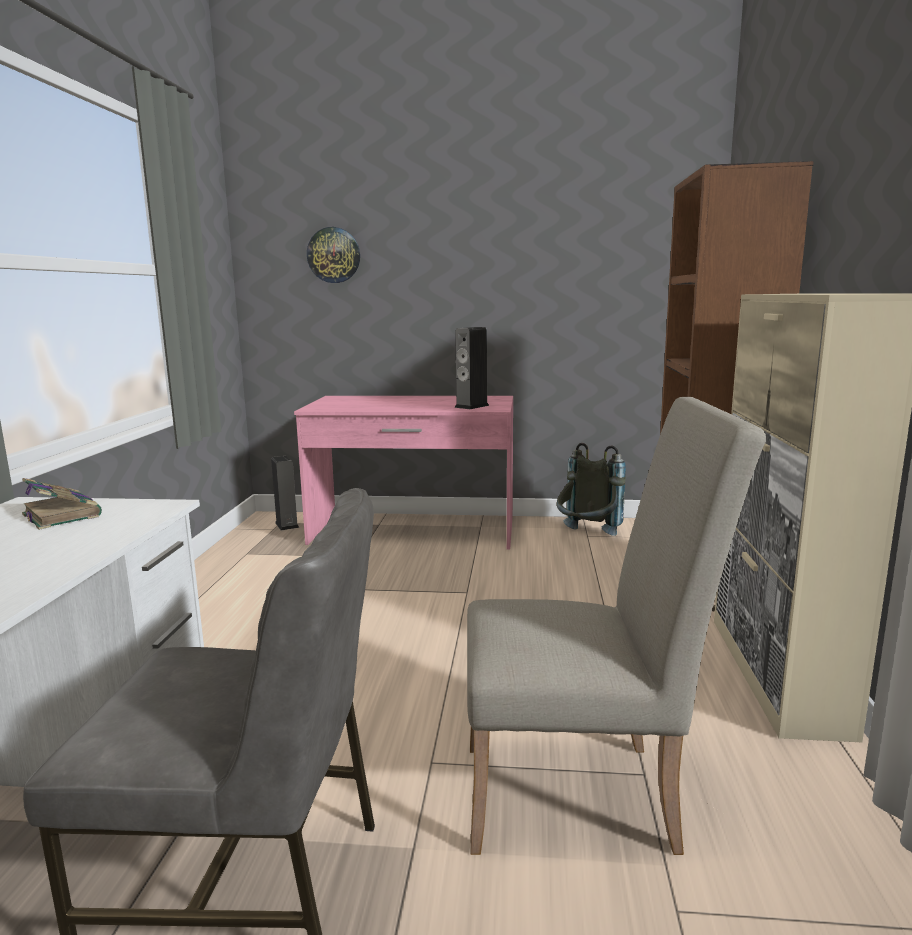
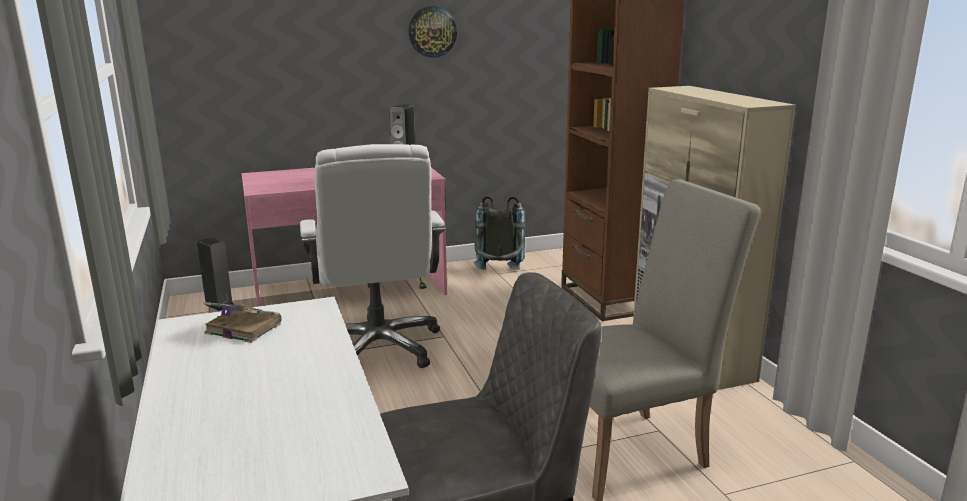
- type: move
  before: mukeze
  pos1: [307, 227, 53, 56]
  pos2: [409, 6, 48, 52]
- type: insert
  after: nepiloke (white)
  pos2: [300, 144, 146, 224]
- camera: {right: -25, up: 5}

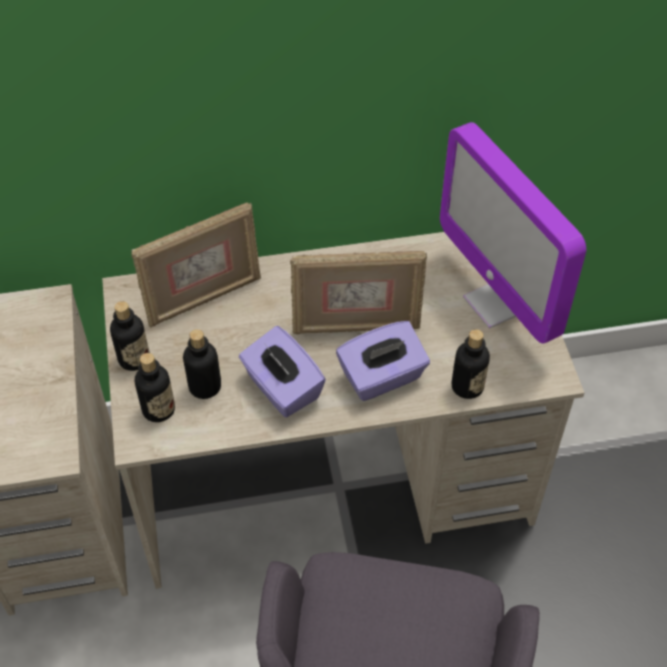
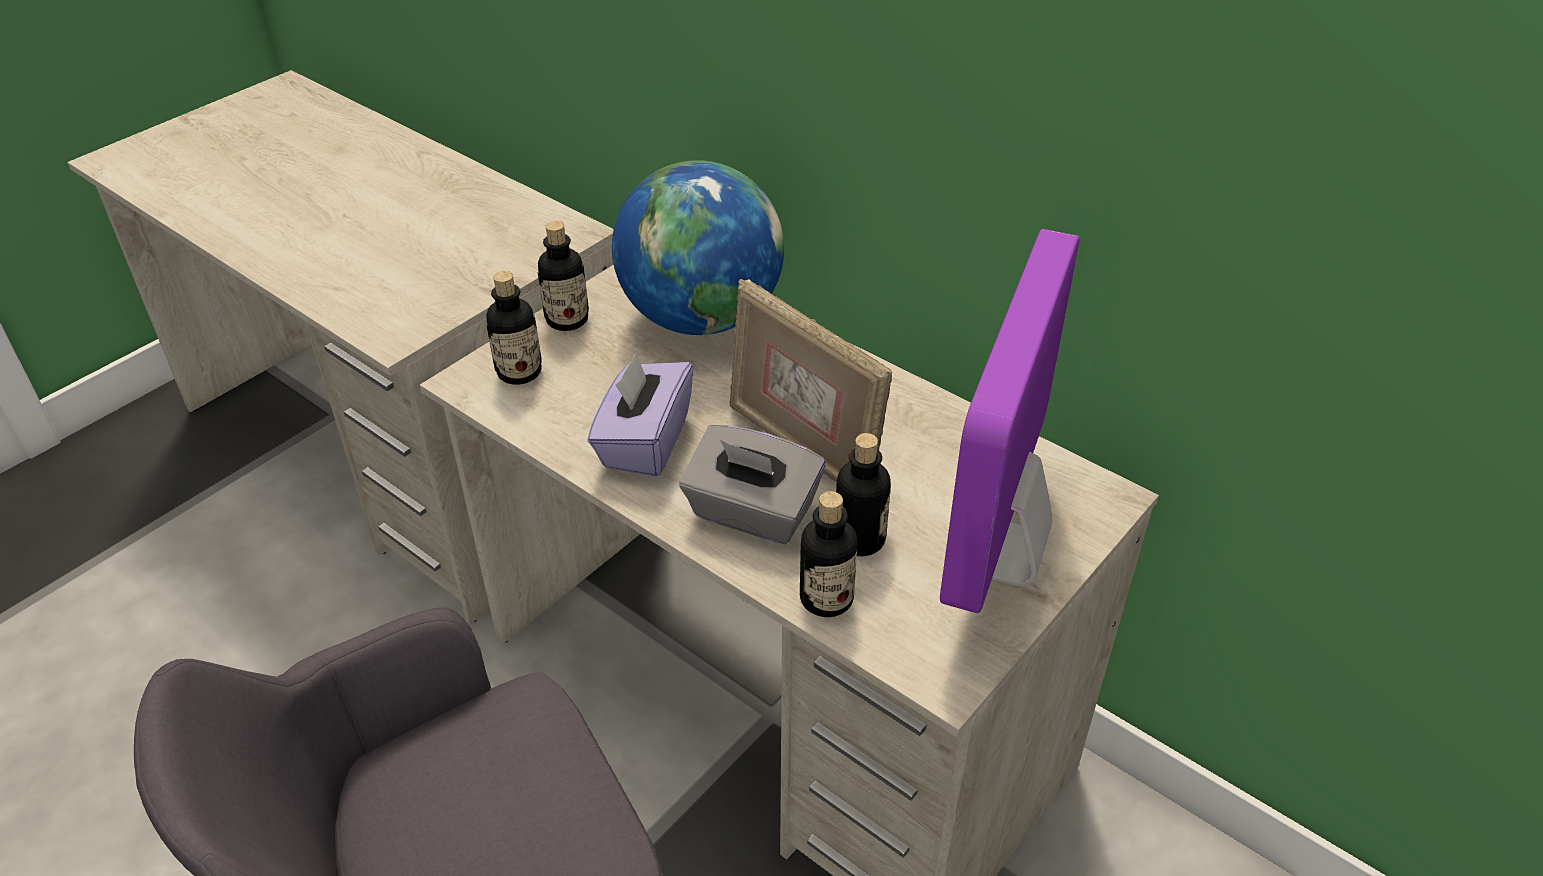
- type: replace
  before: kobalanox
  after: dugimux
  pos1: [131, 203, 130, 124]
  pos2: [612, 160, 172, 175]
- type: recolor
  before: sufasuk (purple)
  after: sufasuk (grey)
  pos1: [336, 321, 94, 80]
  pos2: [679, 425, 146, 119]
- type: move
  before: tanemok
  pos1: [183, 329, 39, 70]
  pos2: [836, 433, 55, 123]
- camera: {right: 50, up: -10}

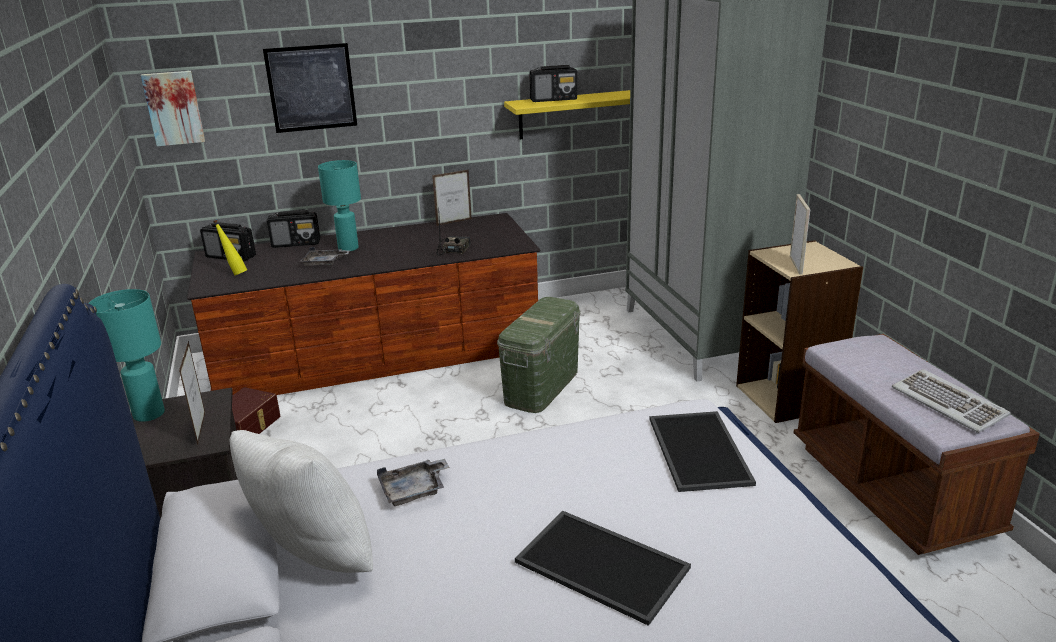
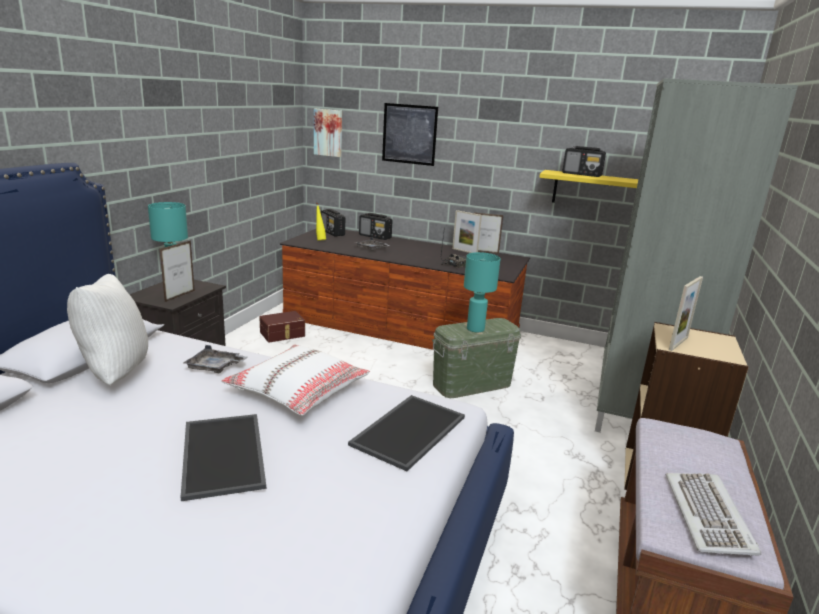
- type: move
  before: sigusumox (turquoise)
  pos1: [318, 160, 43, 91]
  pos2: [464, 252, 36, 81]
- type: insert
  after: kobalanox
  pos2: [452, 210, 30, 43]
- type: insert
  after: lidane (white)
  pos2: [221, 345, 149, 71]
- camera: {right: 35, up: -5}

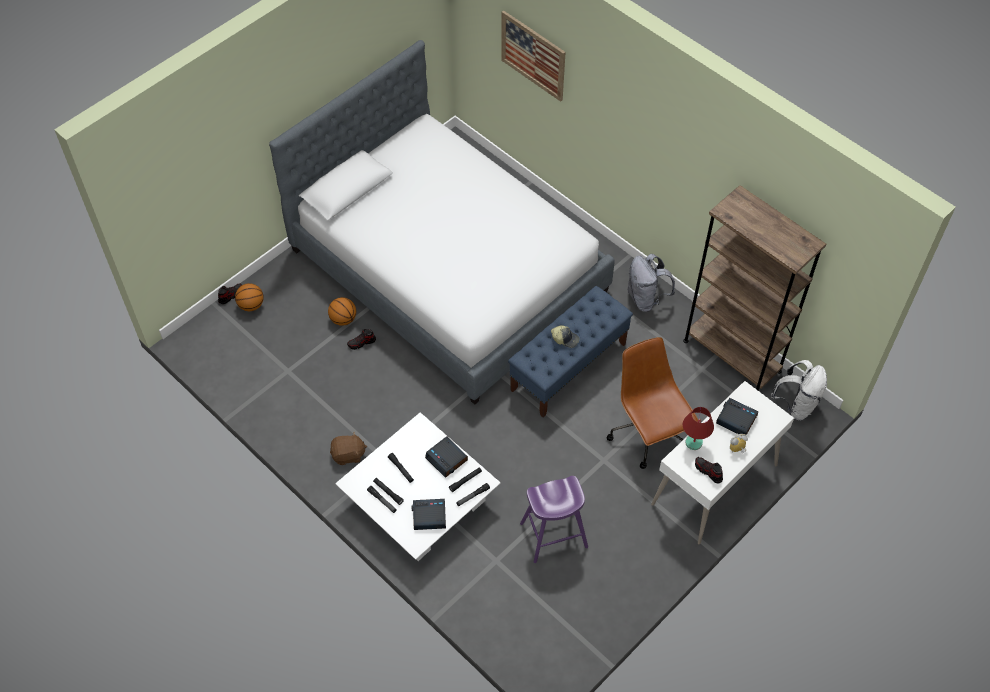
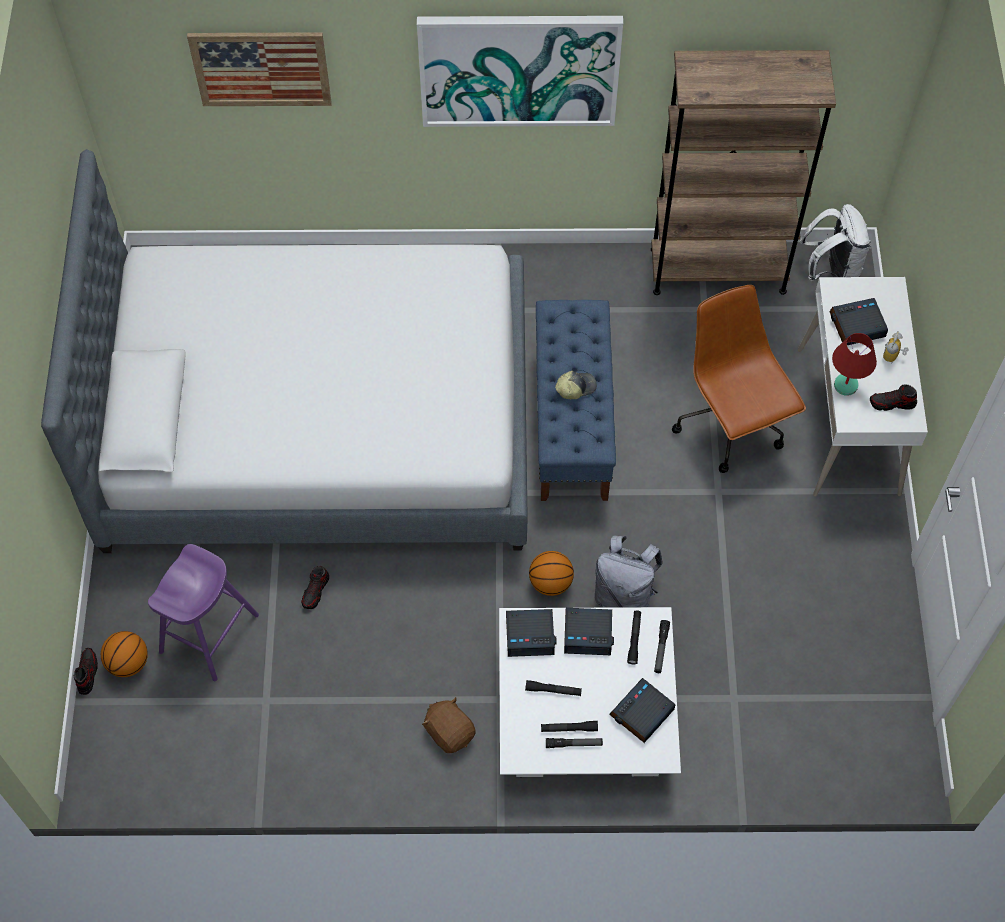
- type: move
  before: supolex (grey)
  pos1: [627, 254, 48, 58]
  pos2: [595, 535, 68, 73]
- type: move
  before: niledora
  pos1: [328, 297, 28, 29]
  pos2: [529, 551, 45, 45]
- type: rotate
  before: nepiloke (brown)
  pos1: [607, 337, 91, 132]
  pos2: [672, 285, 134, 188]
  turn: 45
- type: rotate
  before: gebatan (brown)
  pos1: [330, 431, 37, 34]
  pos2: [422, 697, 54, 56]
  turn: -75
- type: move
  before: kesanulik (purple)
  pos1: [520, 476, 68, 87]
  pos2: [148, 544, 111, 137]
- type: insert
  after: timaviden
  pos2: [417, 16, 206, 111]
- type: insert
  after: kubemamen
  pos2: [506, 609, 51, 48]
- camera: {right: -45, up: 5}

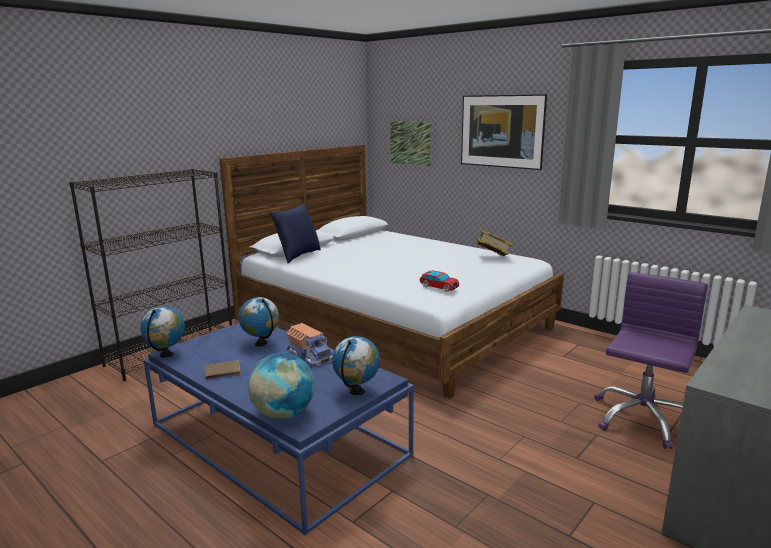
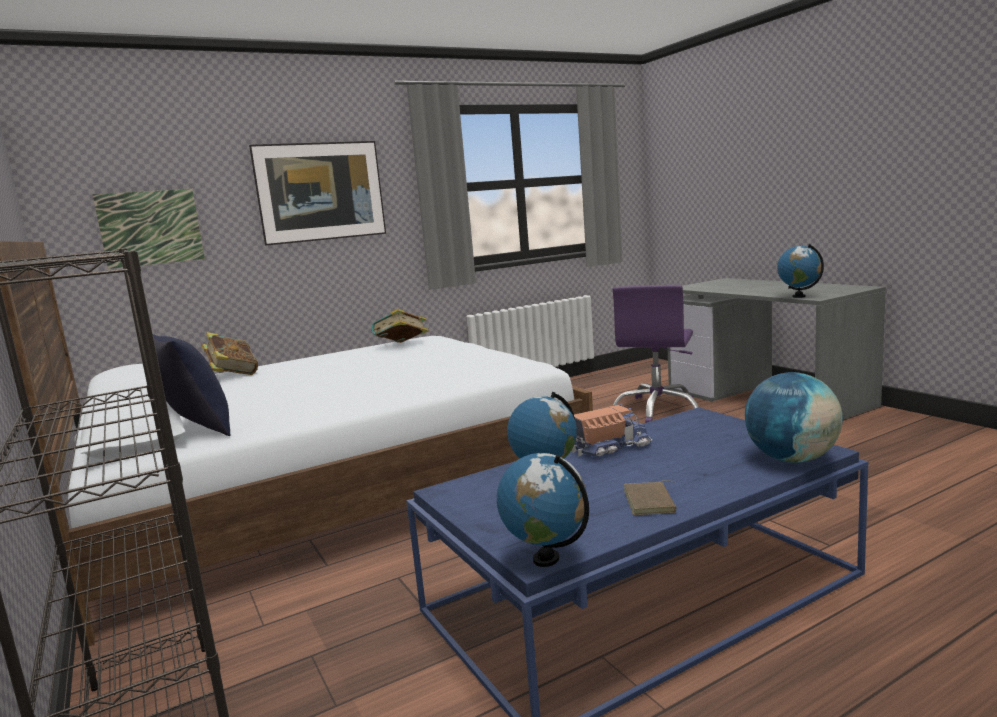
- type: delete
  before: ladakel
  pos1: [420, 271, 39, 21]
- type: rotate
  before: nepiloke (purple)
  pos1: [594, 272, 114, 177]
  pos2: [613, 285, 86, 138]
  turn: -120
- type: move
  before: dugimux
  pos1: [332, 336, 48, 59]
  pos2: [777, 244, 47, 54]
- type: insert
  after: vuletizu
  pos2: [202, 332, 56, 43]
- camera: {right: -70, up: -5}

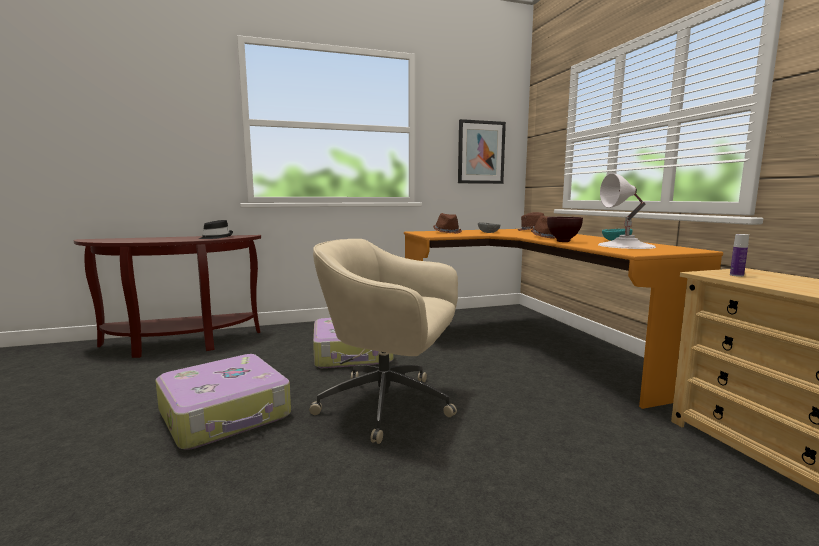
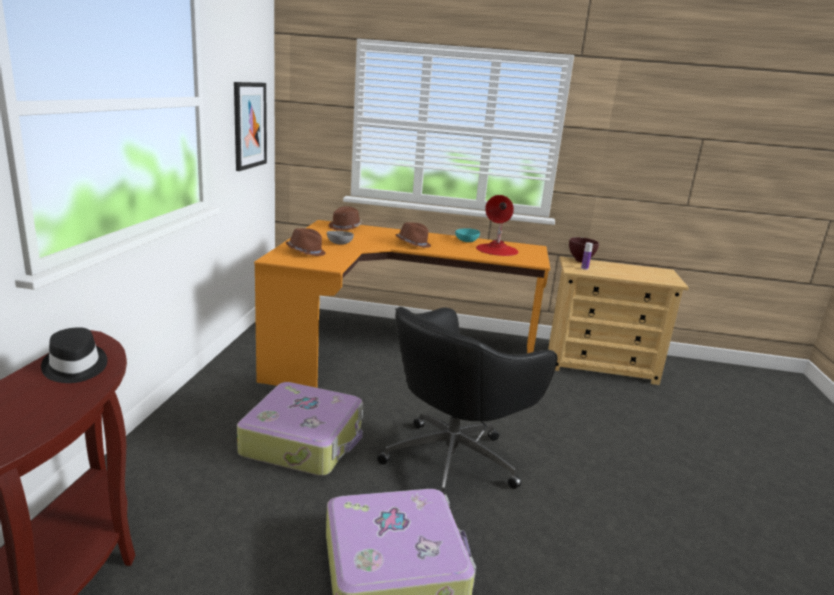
- type: recolor
  before: sigusumox (white)
  after: sigusumox (red)
  pos1: [598, 173, 58, 76]
  pos2: [476, 195, 43, 61]
- type: move
  before: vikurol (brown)
  pos1: [547, 217, 36, 25]
  pos2: [569, 237, 30, 25]
- type: recolor
  before: nepiloke (beige)
  after: nepiloke (black)
  pos1: [309, 239, 149, 205]
  pos2: [377, 307, 180, 187]
- camera: {right: -65, up: 10}

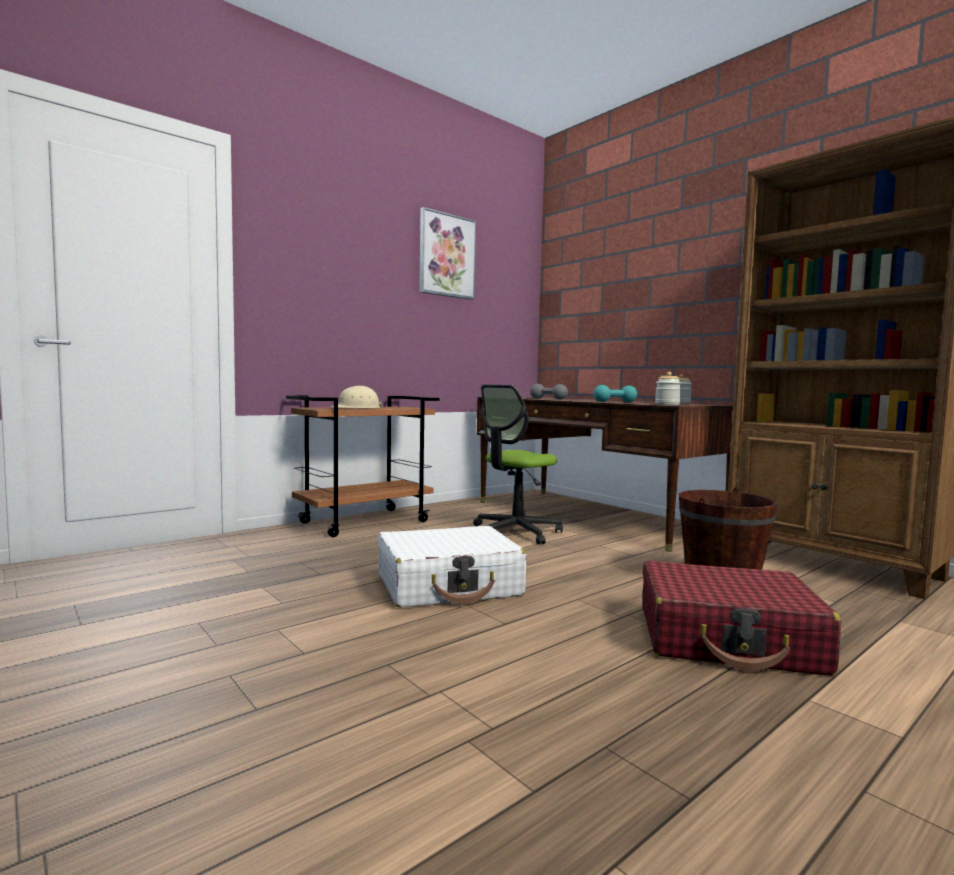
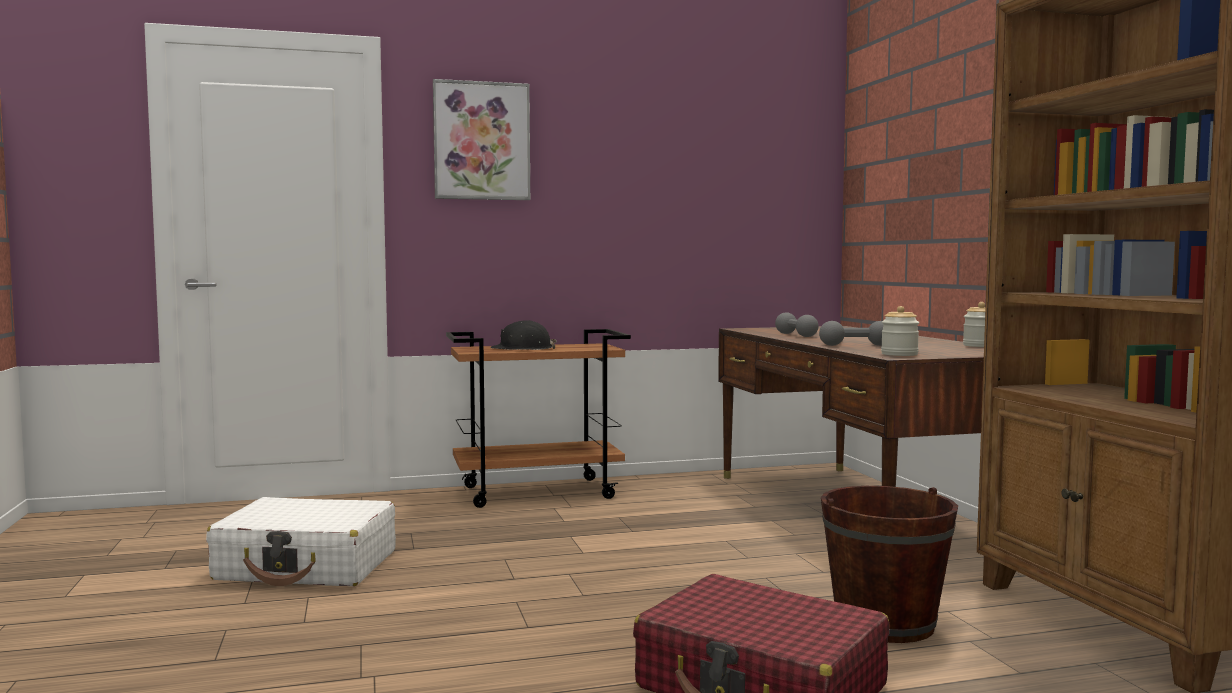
- type: move
  before: timaviden
  pos1: [419, 207, 57, 93]
  pos2: [433, 79, 97, 121]
- type: delete
  before: nepiloke
  pos1: [473, 384, 90, 160]
- type: recolor
  before: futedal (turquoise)
  after: futedal (grey)
  pos1: [593, 385, 44, 17]
  pos2: [819, 321, 64, 25]
- type: recolor
  before: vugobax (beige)
  after: vugobax (black)
  pos1: [331, 386, 52, 23]
  pos2: [491, 320, 66, 30]
- type: move
  before: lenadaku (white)
  pos1: [378, 526, 148, 82]
  pos2: [206, 497, 190, 89]
- camera: {right: 25, up: 0}

